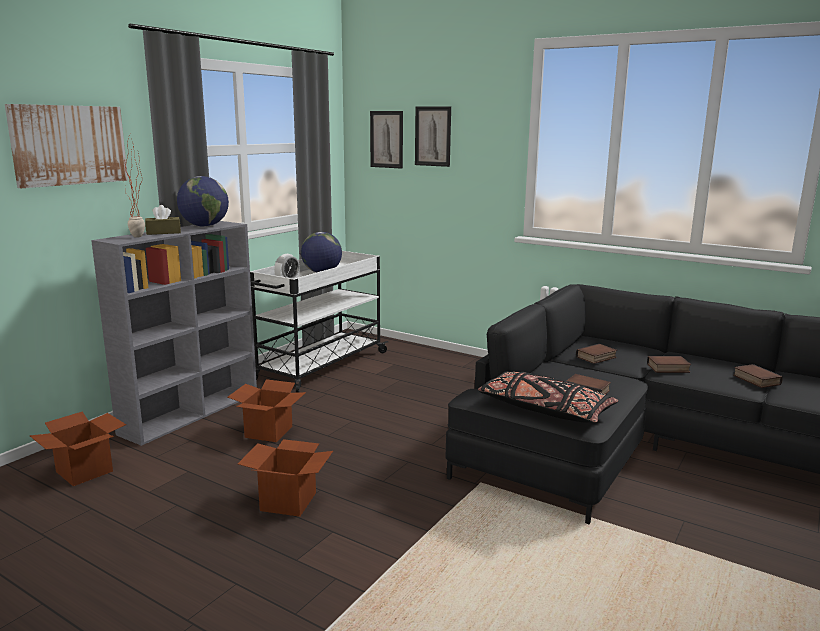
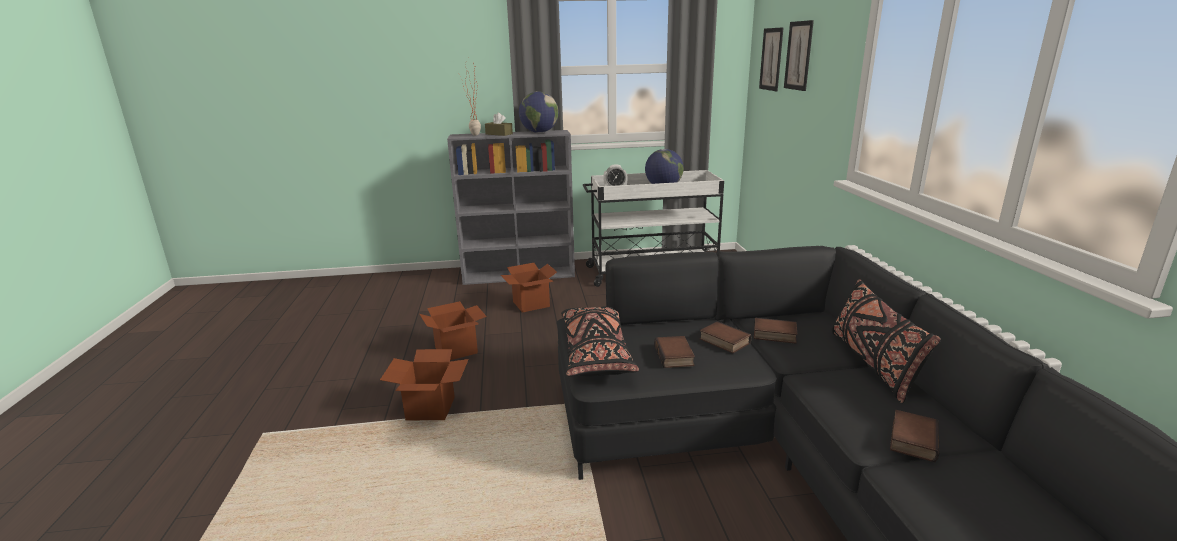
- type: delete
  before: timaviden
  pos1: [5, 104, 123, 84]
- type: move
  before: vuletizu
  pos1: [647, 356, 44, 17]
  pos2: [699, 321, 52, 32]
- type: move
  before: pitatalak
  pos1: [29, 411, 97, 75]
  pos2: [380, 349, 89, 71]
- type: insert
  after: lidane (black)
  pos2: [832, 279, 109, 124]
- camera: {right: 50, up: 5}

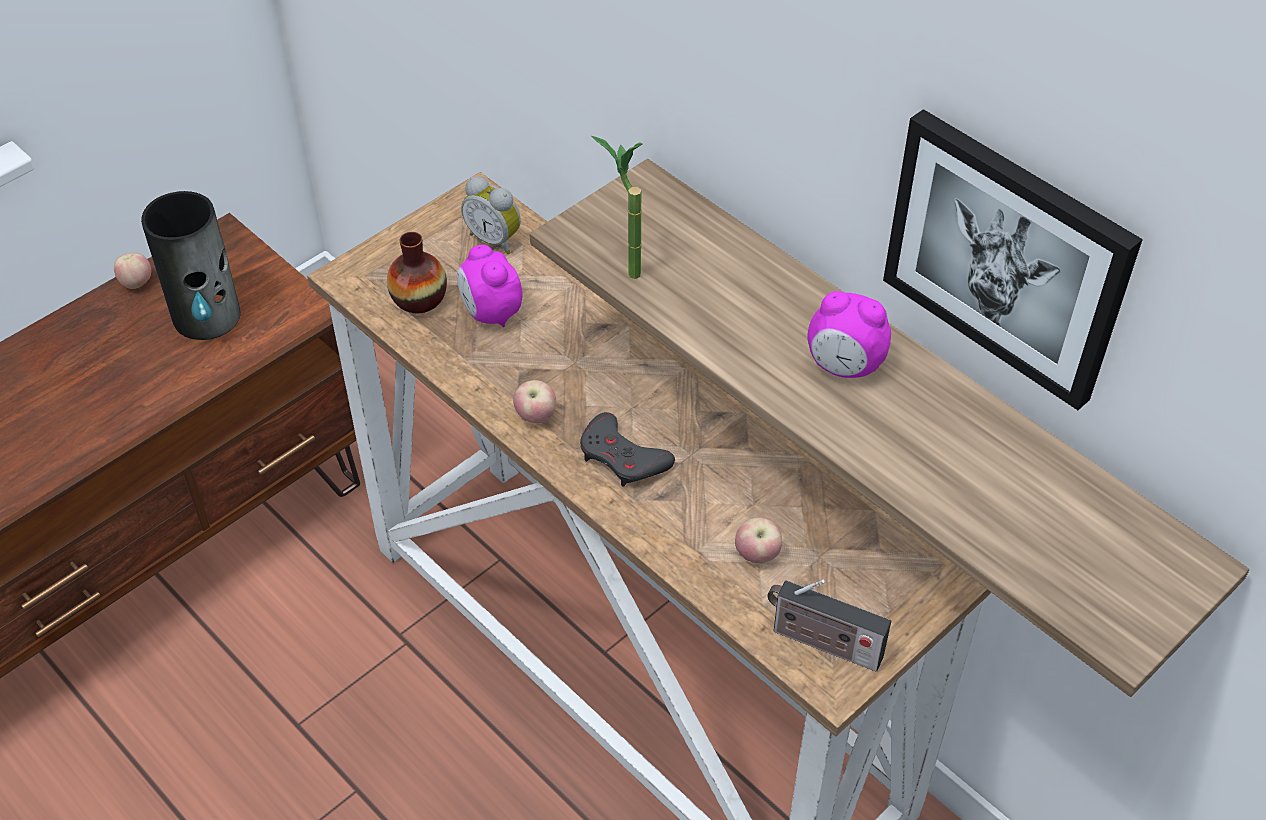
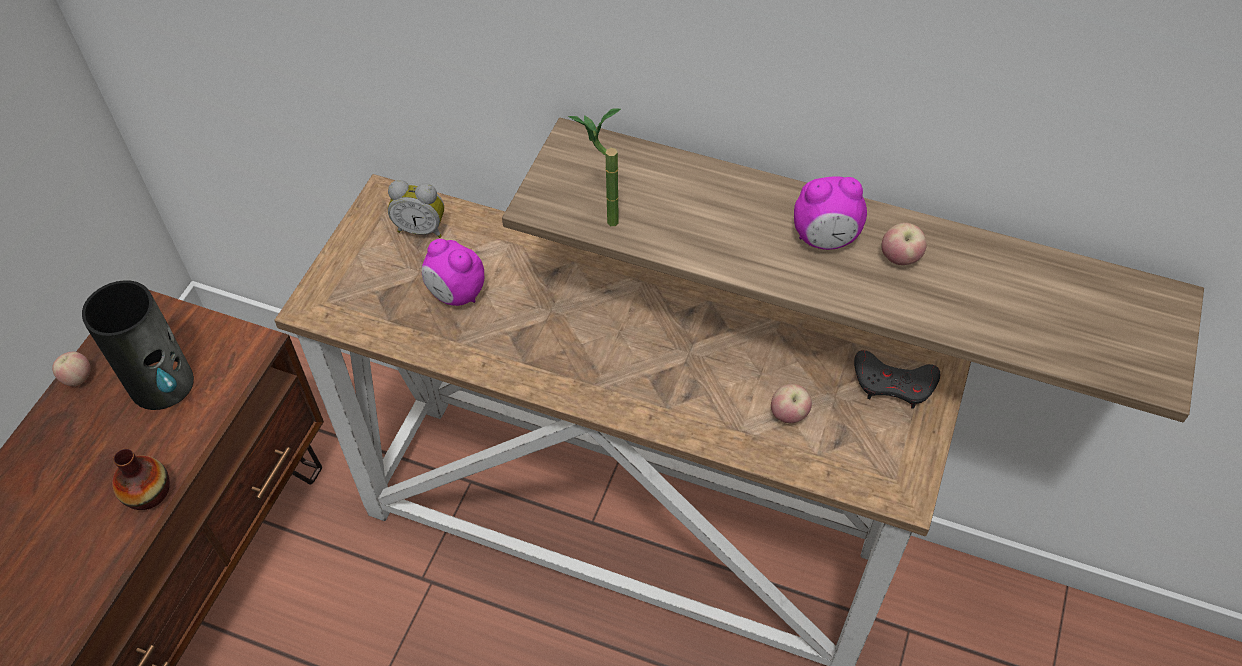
- type: delete
  before: timaviden
  pos1: [883, 109, 260, 301]
- type: move
  before: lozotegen
  pos1: [387, 232, 60, 81]
  pos2: [112, 448, 58, 62]
- type: move
  before: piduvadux
  pos1: [513, 380, 43, 43]
  pos2: [882, 223, 45, 42]
- type: move
  before: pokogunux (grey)
  pos1: [580, 412, 95, 75]
  pos2: [854, 350, 86, 59]
- type: delete
  before: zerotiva
  pos1: [767, 580, 124, 91]
- camera: {right: -25, up: 5}

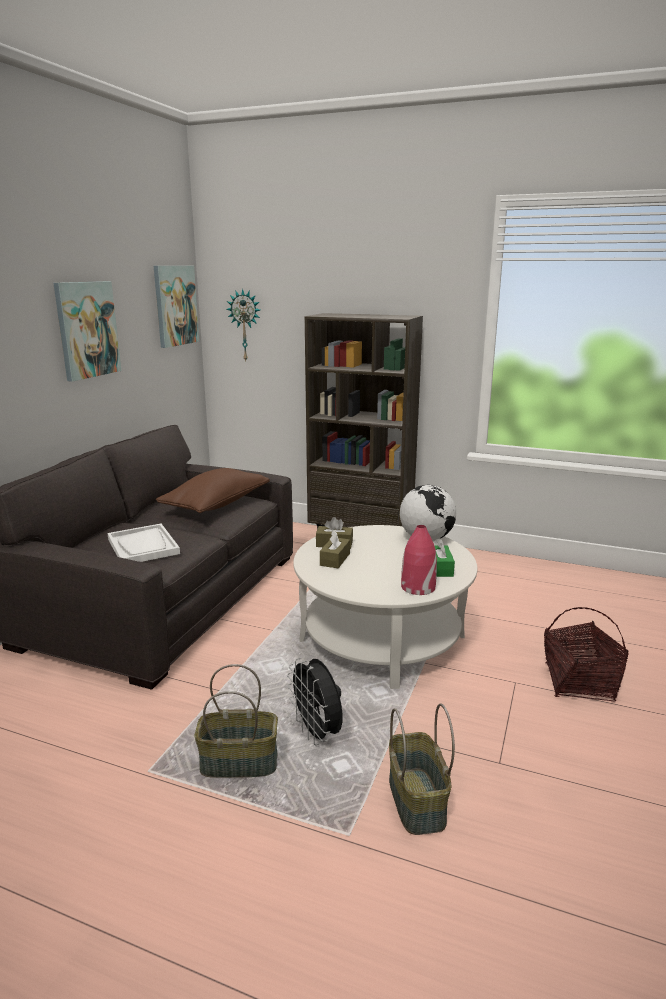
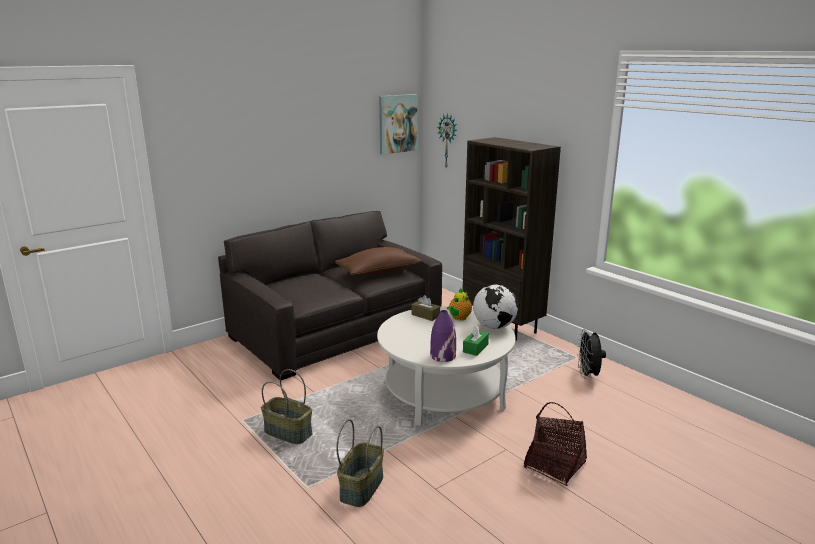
- type: delete
  before: timaviden
  pos1: [53, 281, 68, 101]
- type: delete
  before: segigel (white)
  pos1: [107, 524, 73, 38]
- type: recolor
  before: lozotegen (red)
  after: lozotegen (purple)
  pos1: [401, 525, 36, 70]
  pos2: [430, 310, 26, 52]
- type: delete
  before: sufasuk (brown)
  pos1: [320, 530, 30, 38]
- type: move
  before: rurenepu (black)
  pos1: [287, 658, 56, 87]
  pos2: [577, 329, 29, 50]
- type: insert
  after: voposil
  pos2: [447, 288, 25, 33]
- camera: {right: 30, up: 0}

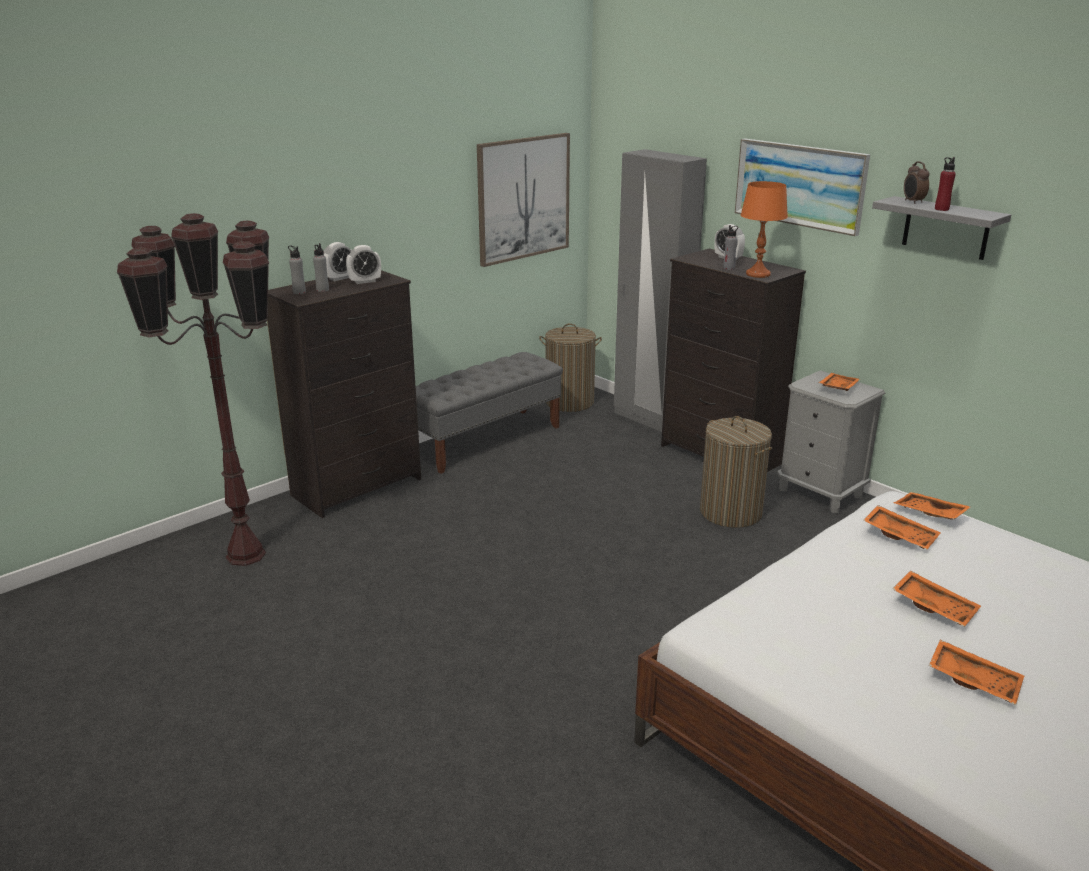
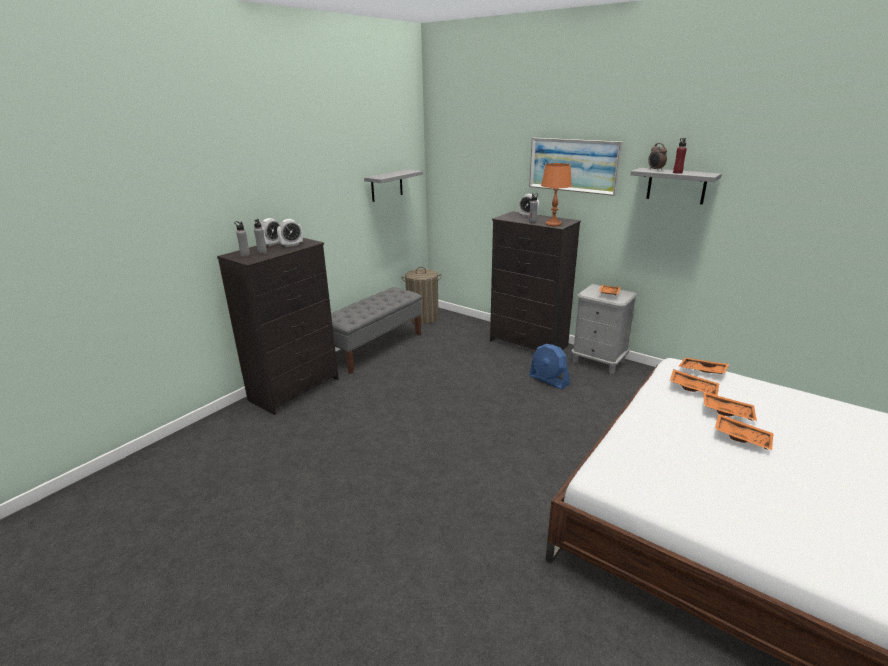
- type: replace
  before: timaviden
  after: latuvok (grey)
  pos1: [477, 133, 93, 134]
  pos2: [364, 169, 59, 33]
- type: delete
  before: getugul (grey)
  pos1: [614, 149, 93, 283]
- type: delete
  before: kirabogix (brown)
  pos1: [117, 213, 152, 353]
- type: replace
  before: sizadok
  after: rurenepu (blue)
  pos1: [700, 416, 73, 112]
  pos2: [529, 344, 41, 45]
- type: move
  before: segigel (orange)
  pos1: [929, 640, 95, 65]
  pos2: [703, 391, 54, 30]
- camera: {right: -10, up: 0}

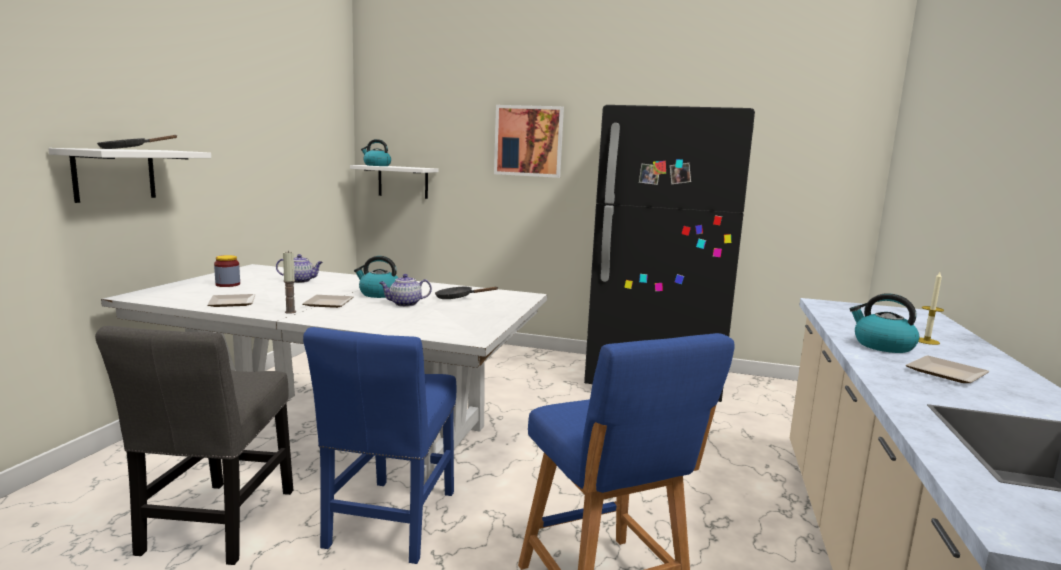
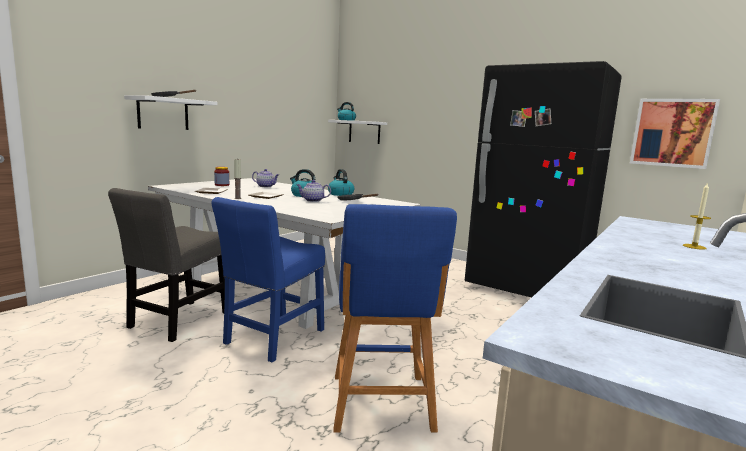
- type: move
  before: timaviden
  pos1: [494, 105, 70, 73]
  pos2: [630, 99, 90, 70]
- type: move
  before: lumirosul
  pos1: [850, 293, 69, 60]
  pos2: [328, 169, 26, 27]
- type: delete
  before: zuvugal
  pos1: [906, 355, 84, 28]
- camera: {right: 20, up: 0}

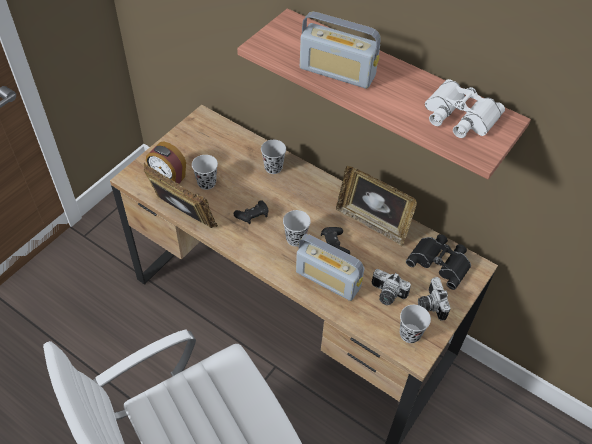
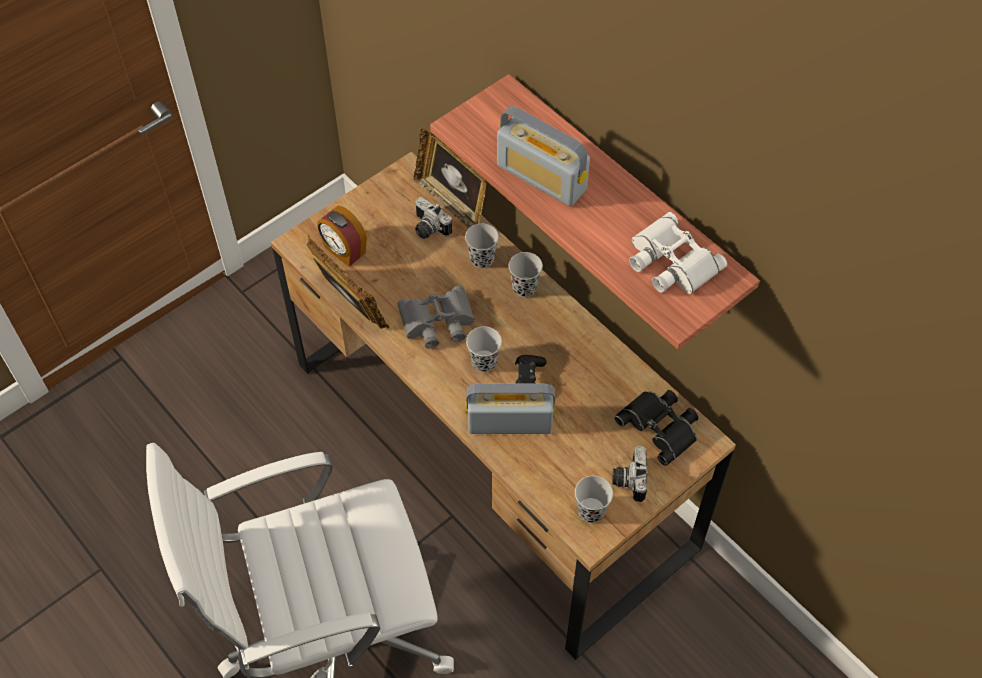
- type: move
  before: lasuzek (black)
  pos1: [192, 155, 26, 35]
  pos2: [509, 252, 34, 45]
- type: move
  before: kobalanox
  pos1: [336, 166, 81, 80]
  pos2: [414, 128, 73, 100]
- type: replace
  before: pokogunux (black)
  after: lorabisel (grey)
  pos1: [234, 200, 34, 24]
  pos2: [397, 286, 78, 63]
- type: rotate
  before: zerotiva
  pos1: [296, 234, 68, 67]
  pos2: [466, 384, 89, 50]
  turn: 135
- type: move
  before: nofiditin
  pos1: [372, 269, 39, 36]
  pos2: [415, 197, 37, 42]
- camera: {right: 15, up: 5}

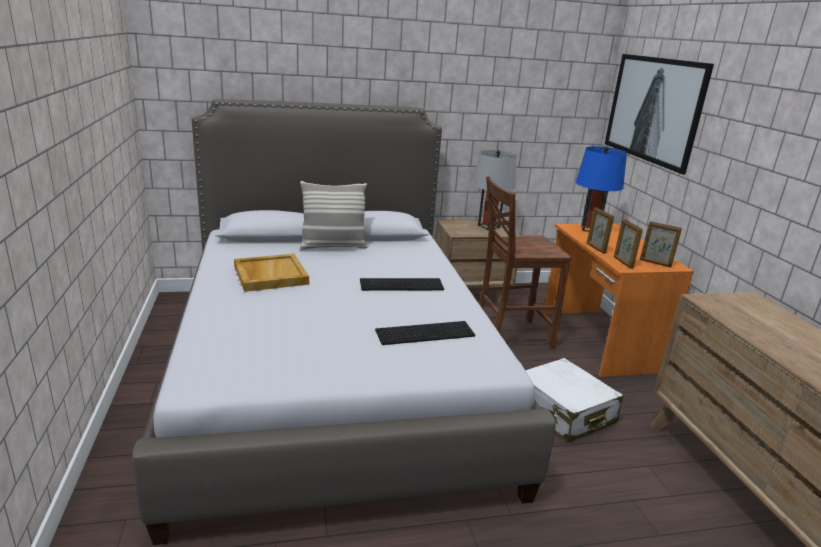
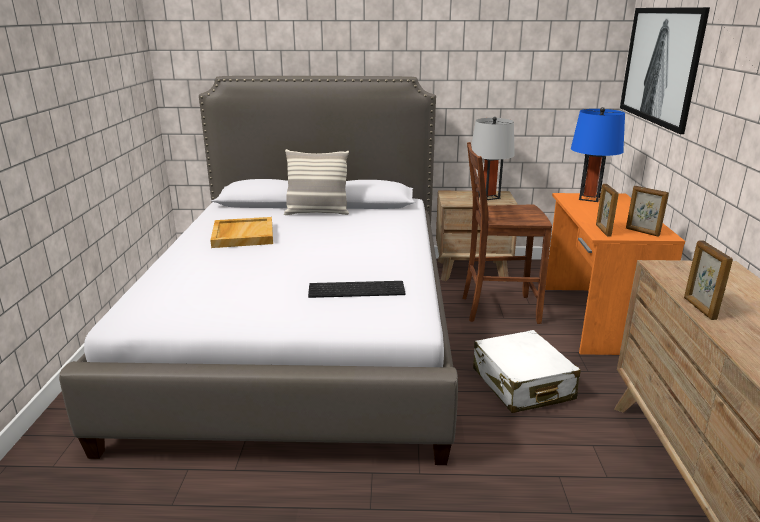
- type: move
  before: kobalanox
  pos1: [587, 208, 27, 46]
  pos2: [684, 240, 49, 80]
- type: delete
  before: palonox
  pos1: [360, 278, 84, 13]
- camera: {right: 15, up: 0}

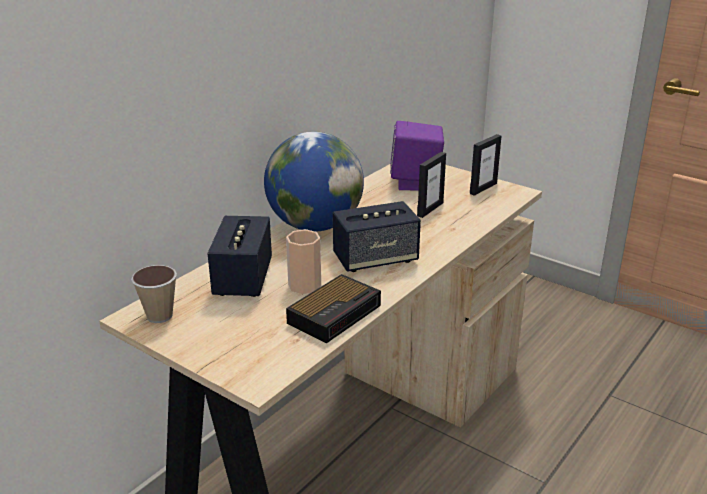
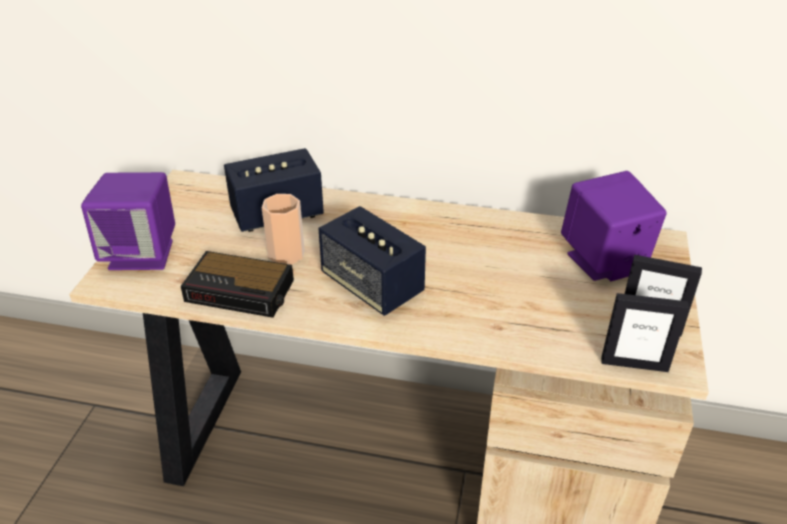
- type: delete
  before: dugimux
  pos1: [264, 131, 100, 101]
- type: move
  before: kobalanox
  pos1: [417, 152, 29, 66]
  pos2: [601, 293, 88, 79]
- type: delete
  before: lasuzek
  pos1: [131, 265, 46, 58]
- type: insert
  after: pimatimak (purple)
  pos2: [81, 172, 94, 98]
- camera: {right: 65, up: 10}

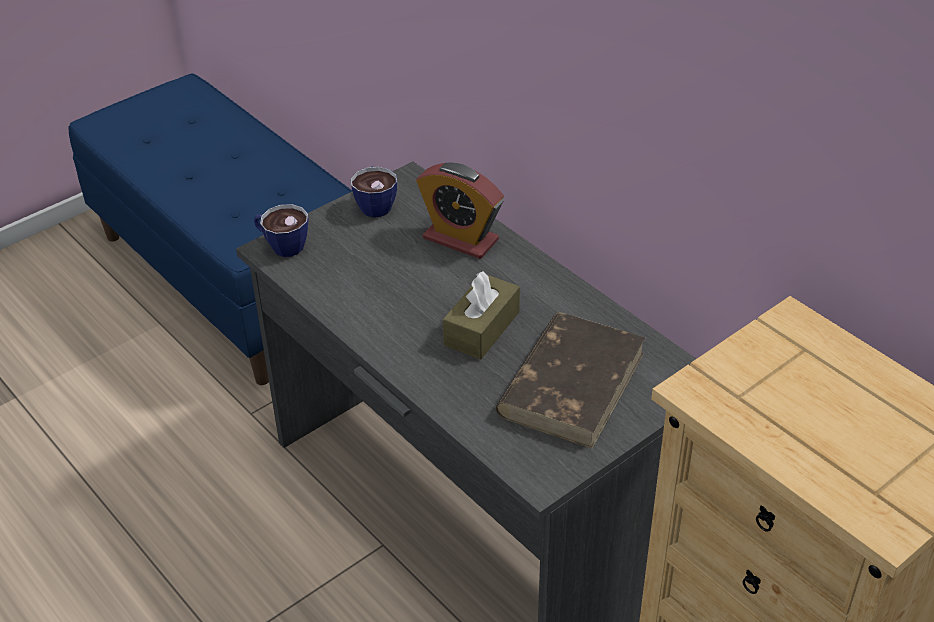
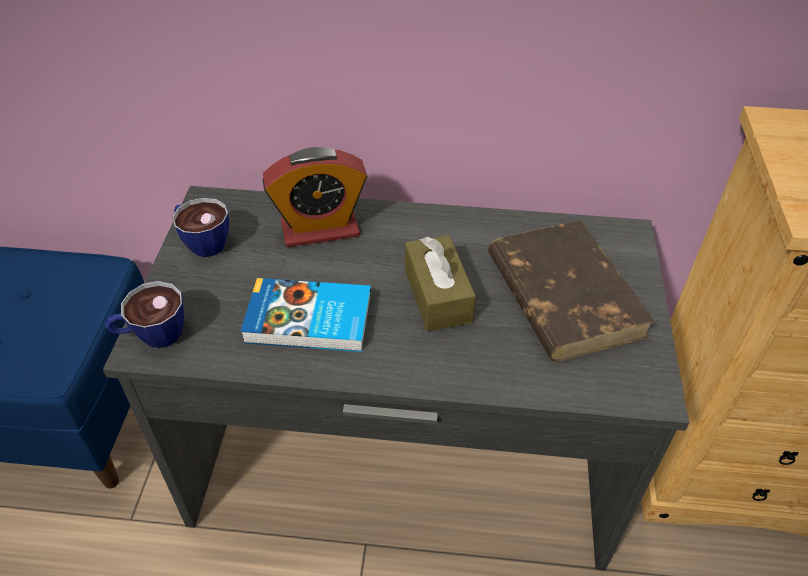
- type: insert
  after: vuletizu
  pos2: [241, 278, 130, 74]
- camera: {right: -45, up: 5}

